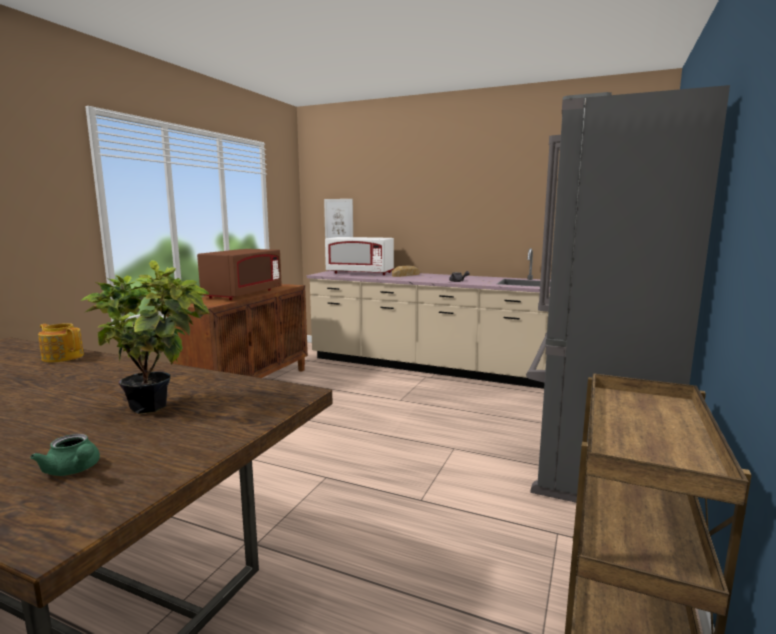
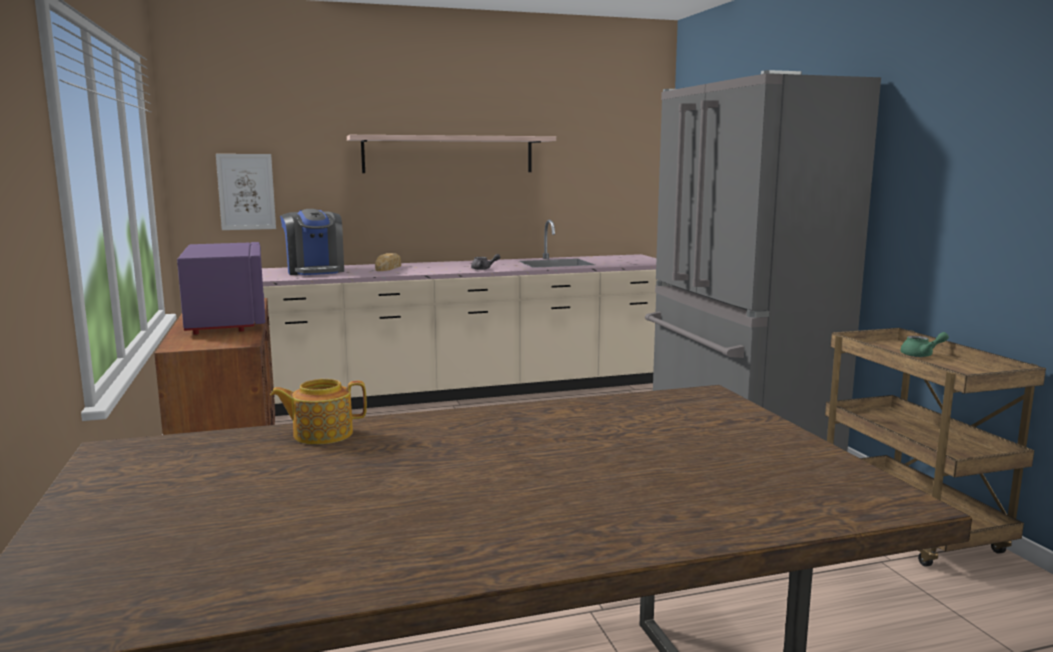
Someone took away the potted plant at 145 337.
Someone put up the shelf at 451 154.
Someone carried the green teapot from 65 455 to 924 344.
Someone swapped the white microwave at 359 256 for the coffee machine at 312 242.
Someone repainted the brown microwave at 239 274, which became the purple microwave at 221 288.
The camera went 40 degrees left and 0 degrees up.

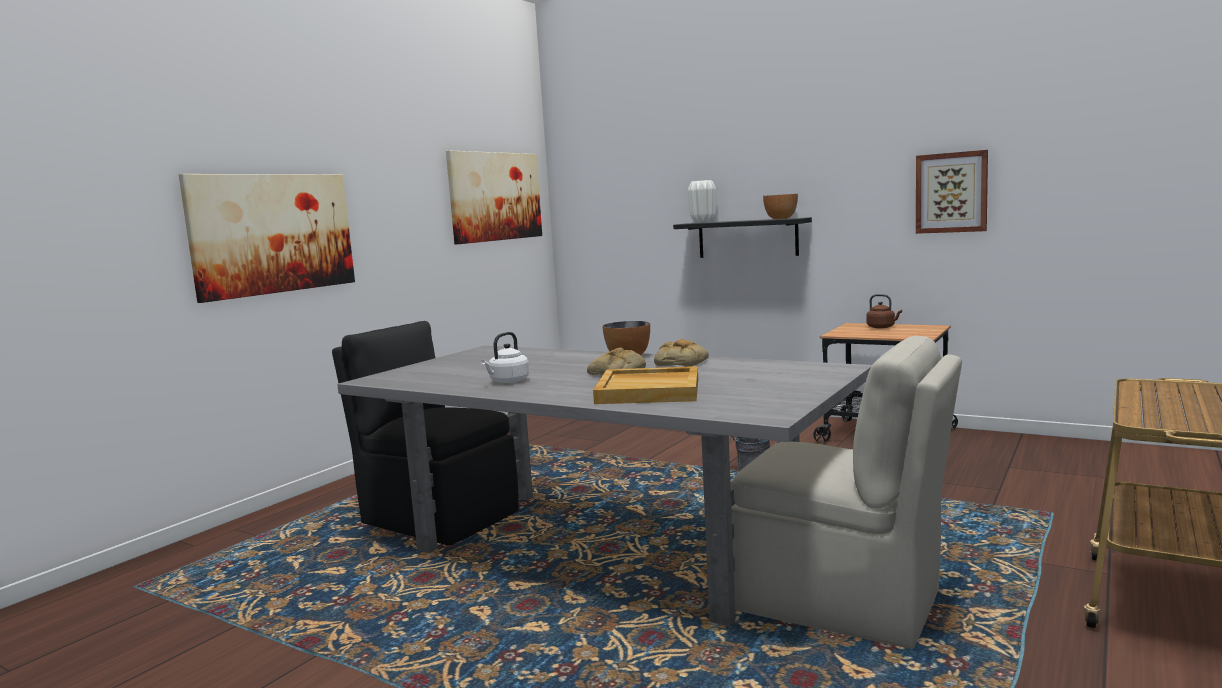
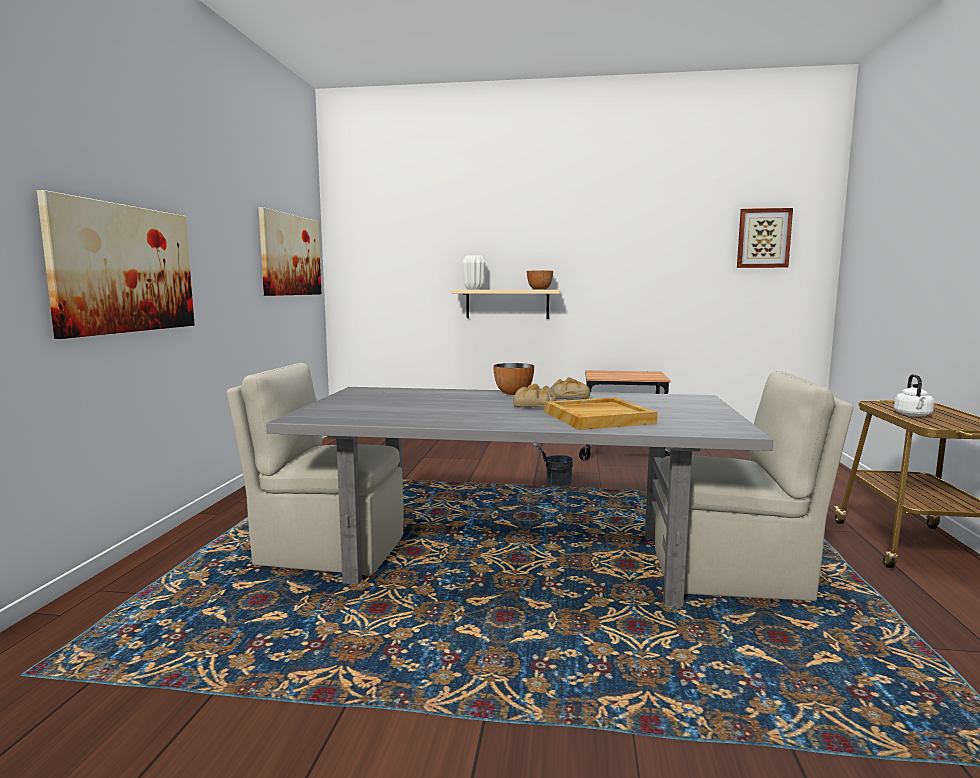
Someone took away the brown kettle at 884 311.
Someone carried the white kettle from 505 357 to 914 395.
Someone carried the picture from 952 192 to 765 238.
Someone repainted the black chair at 425 433, which became the beige chair at 315 469.
Someone repainted the black shelf at 742 237, which became the beige shelf at 505 304.
The camera went 25 degrees left and 0 degrees up.

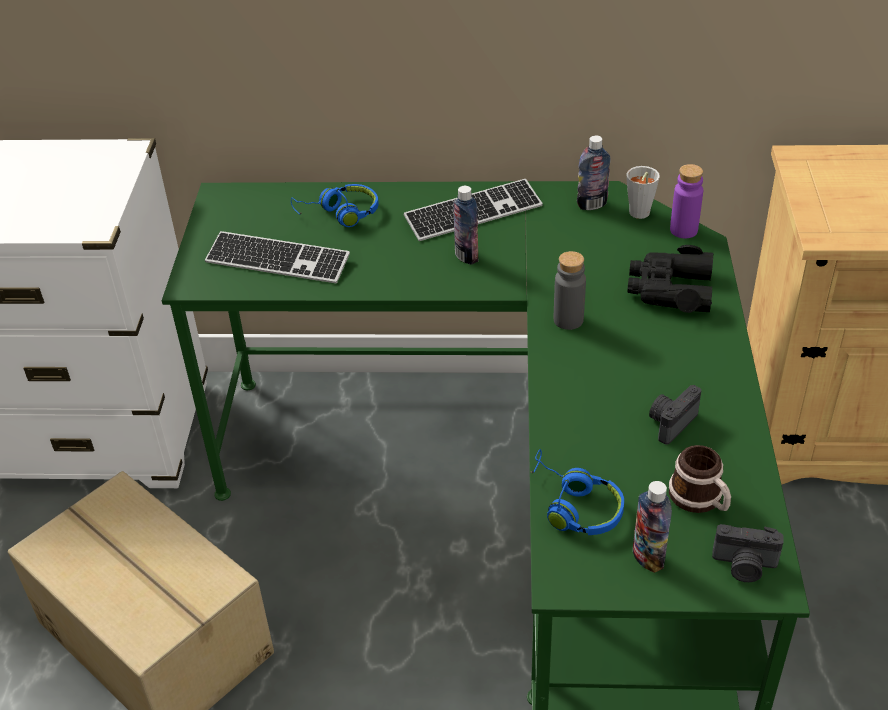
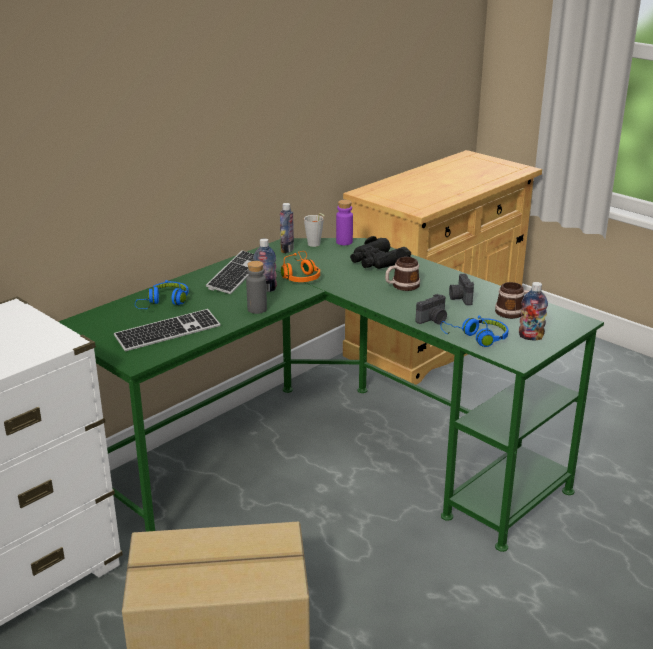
Someone put down the orange headphones at 300 266.
Someone put down the mug at 402 274.
Someone carried the grey bottle from 570 290 to 256 287.
Someone carried the photo camera from 748 553 to 431 309.
The camera went 50 degrees left and 15 degrees down.

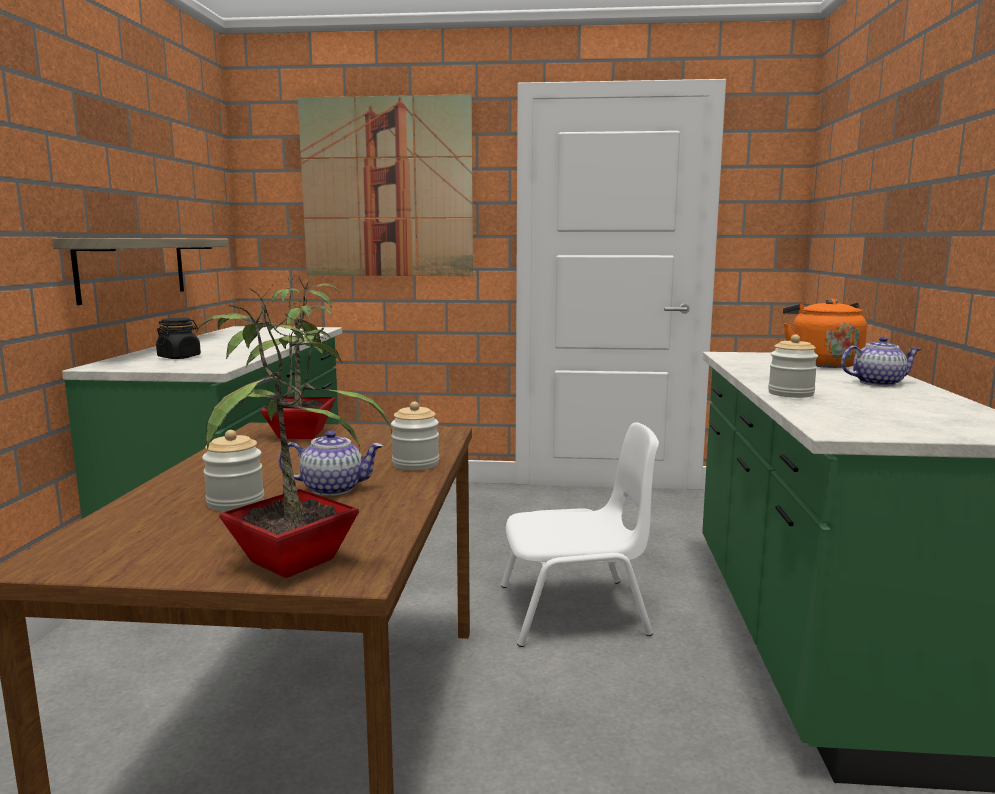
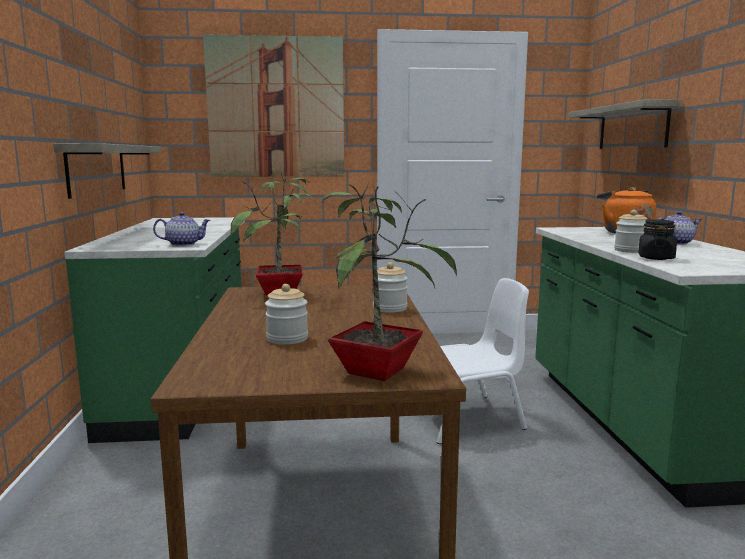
Someone put up the shelf at 625 124.
Someone carried the black jar from 178 338 to 657 240.
Someone carried the teapot from 331 463 to 181 229.
The camera went 10 degrees left and 0 degrees up.

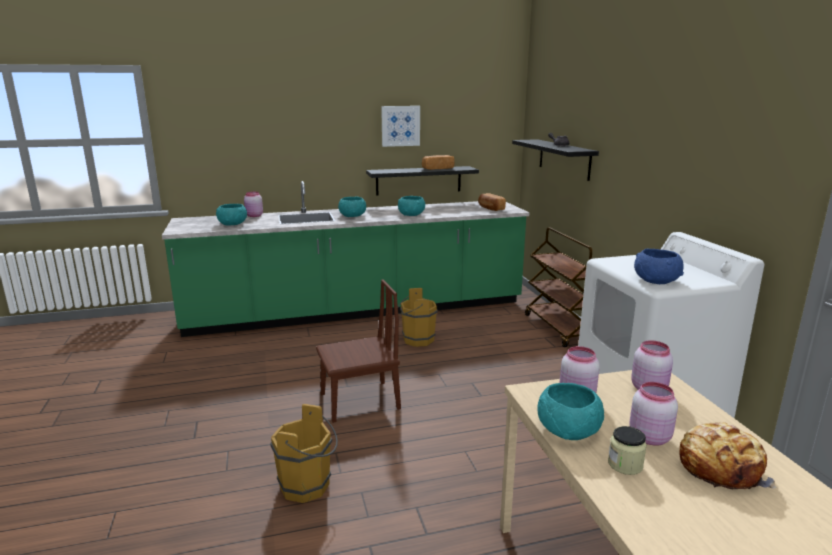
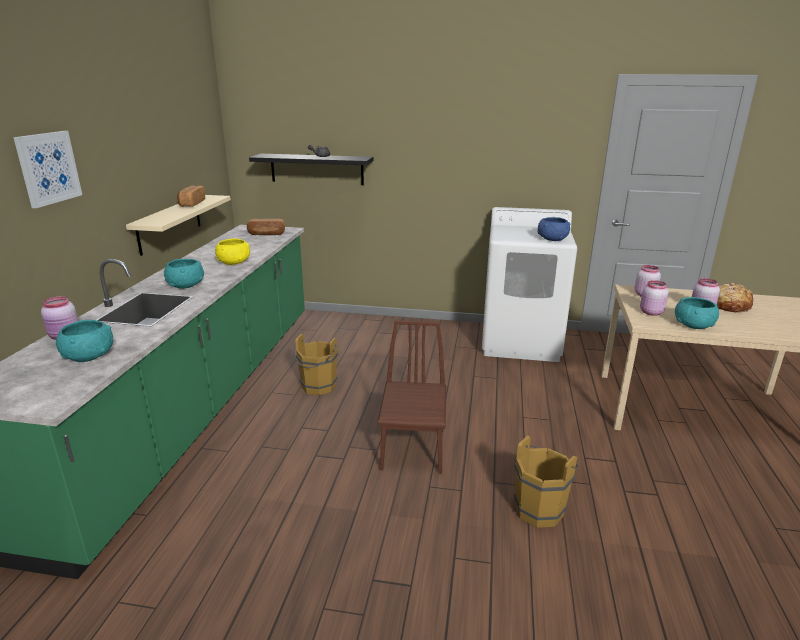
Someone took away the brown cart at 558 287.
Someone took away the jar at 627 450.
Someone carried the picture from 400 126 to 47 169.
Someone repainted the black shelf at 422 180, which became the beige shelf at 178 225.
Someone repainted the turquoise bowl at 411 206, which became the yellow bowl at 232 251.
The camera went 65 degrees left and 5 degrees up.

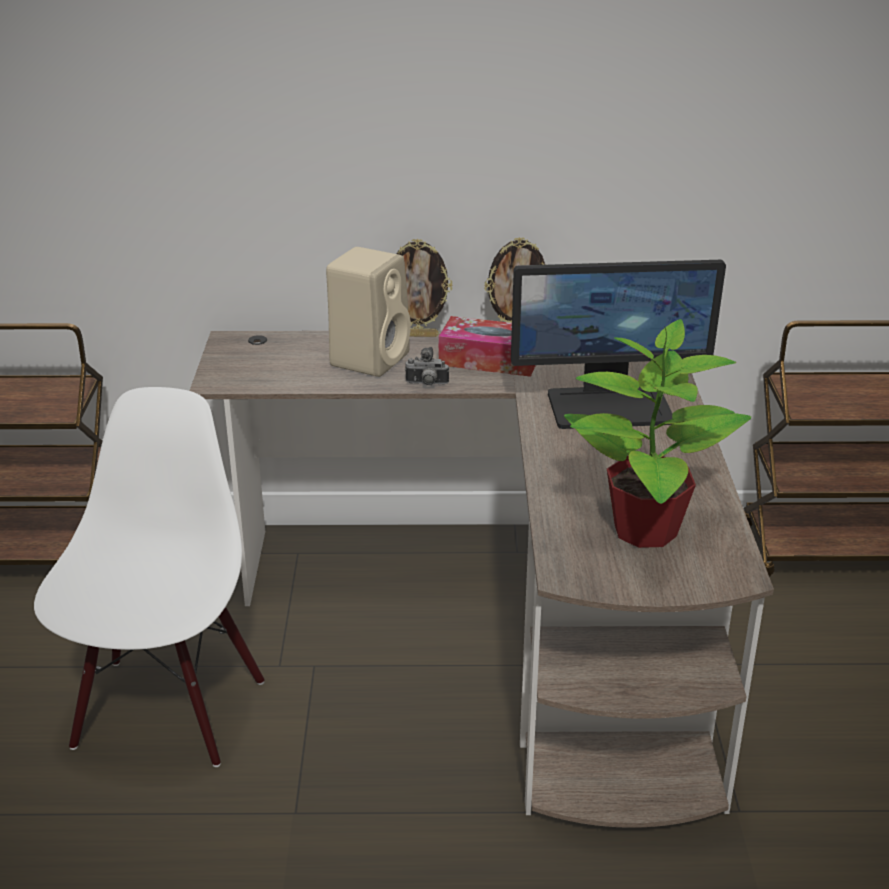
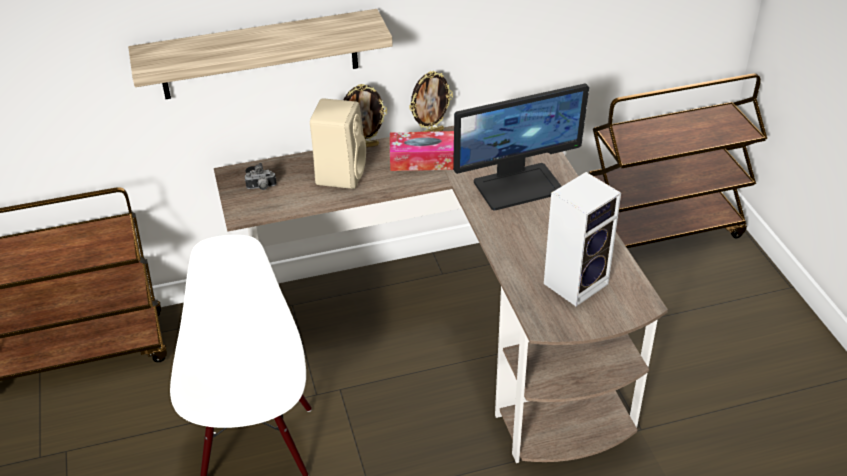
Someone put up the shelf at 260 54.
Someone carried the photo camera from 427 366 to 261 176.
Someone swapped the potted plant at 657 433 for the speaker at 582 239.
The camera went 15 degrees left and 10 degrees up.

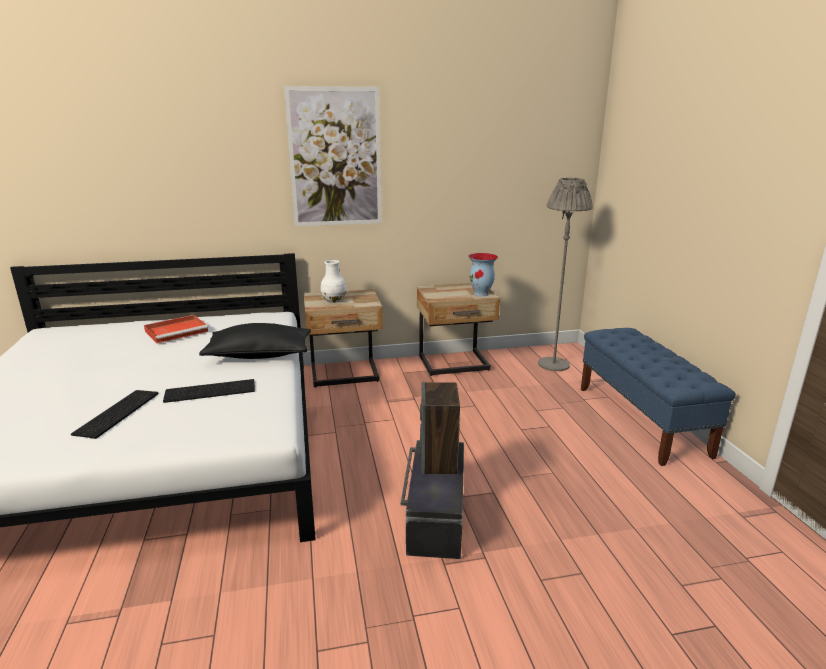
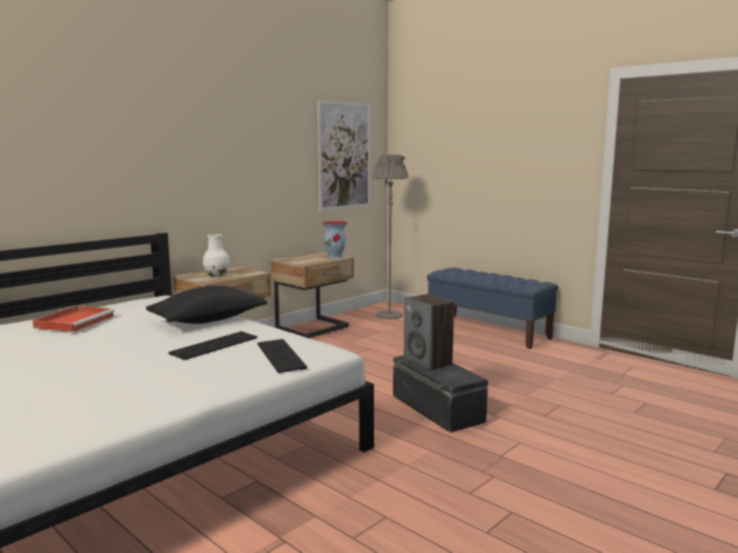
Someone carried the keyboard from 114 414 to 282 356.
Someone carried the picture from 333 156 to 344 155.
The camera went 35 degrees left and 10 degrees down.

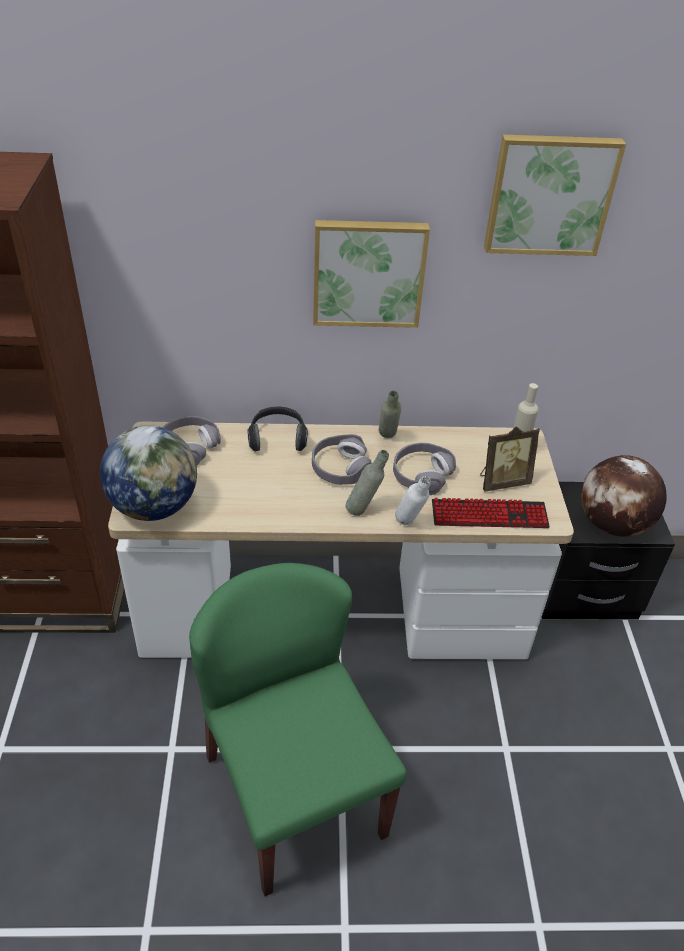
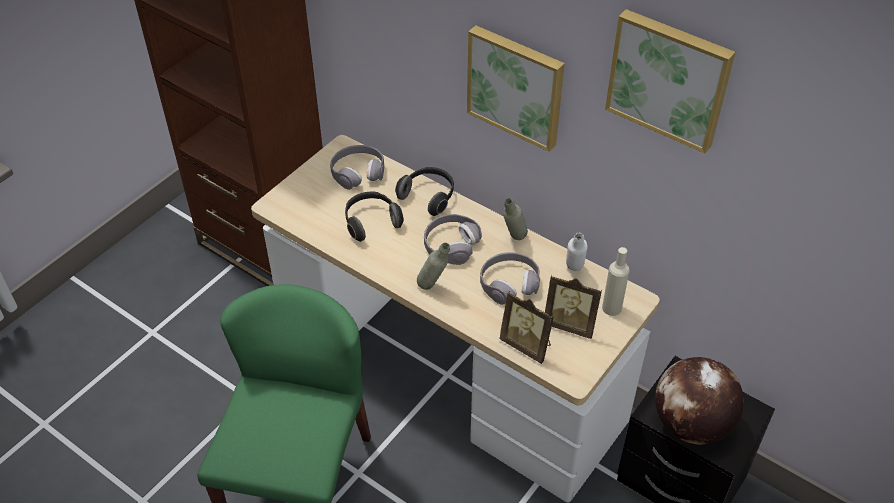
Someone took away the globe at 148 473.
Someone put down the headphones at 374 217.
Someone carried the white bottle from 413 500 to 577 252.
Someone swapped the keyboard at 491 513 for the picture frame at 526 327.
The camera went 40 degrees right and 5 degrees up.

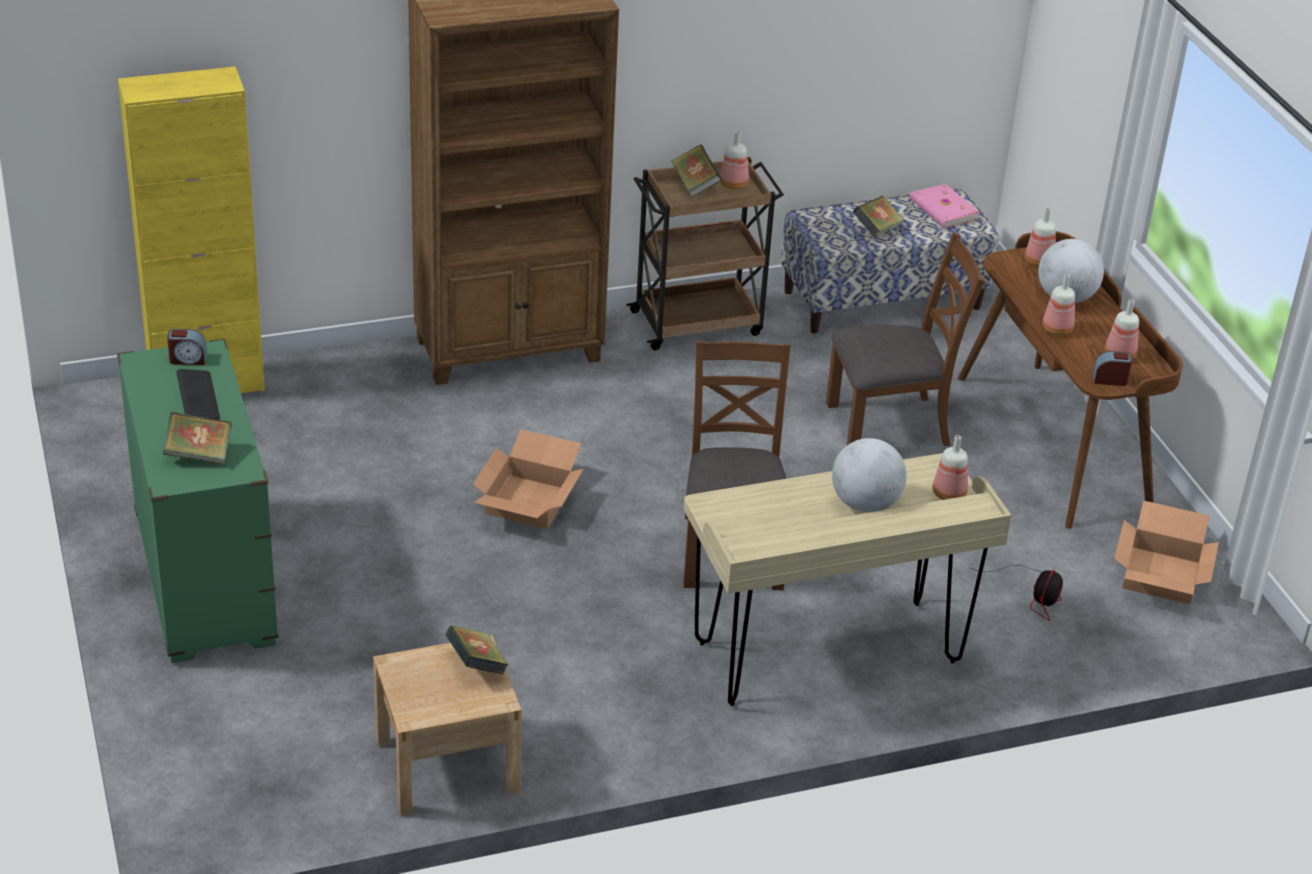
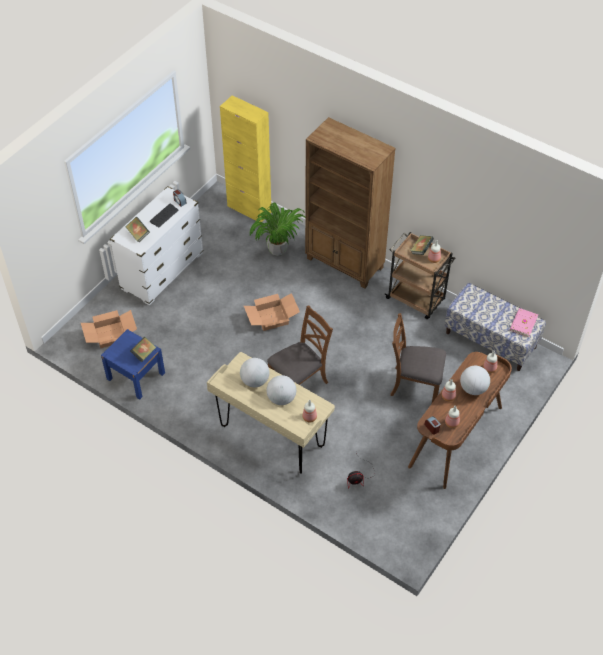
Someone took away the book at 878 216.
Someone put down the globe at 254 372.
Someone put down the potted plant at 277 229.
Someone carried the cardboard box from 1166 552 to 109 329.
Someone repainted the green dresser at 198 501, which became the white dresser at 157 246.
Someone repainted the beige nightstand at 447 725, which became the blue nightstand at 133 364.
Someone rotated the brown chair at 905 339 by 150 degrees clockwise.
The camera went 55 degrees right and 15 degrees up.

